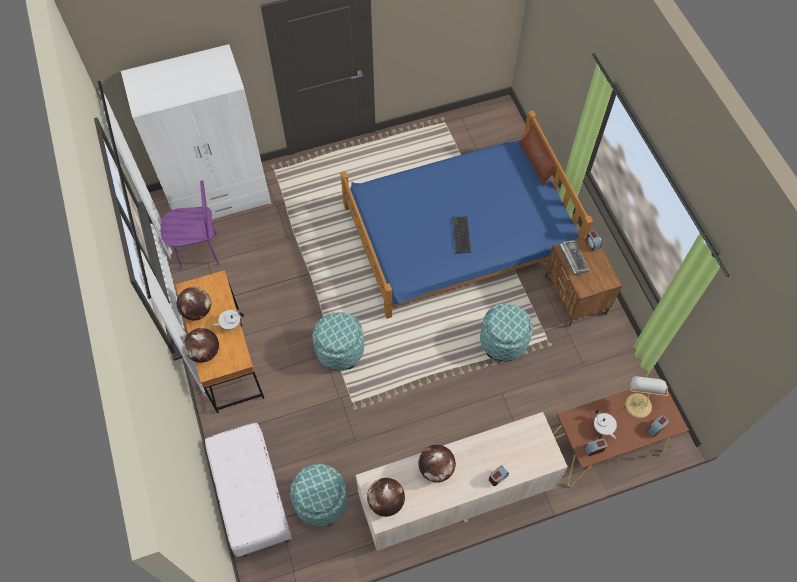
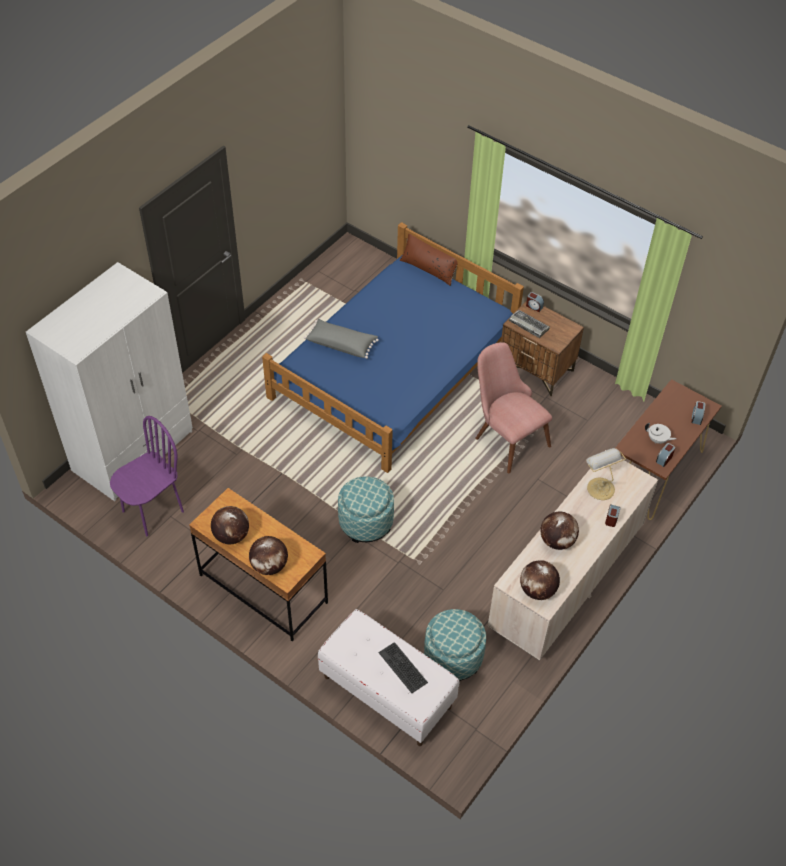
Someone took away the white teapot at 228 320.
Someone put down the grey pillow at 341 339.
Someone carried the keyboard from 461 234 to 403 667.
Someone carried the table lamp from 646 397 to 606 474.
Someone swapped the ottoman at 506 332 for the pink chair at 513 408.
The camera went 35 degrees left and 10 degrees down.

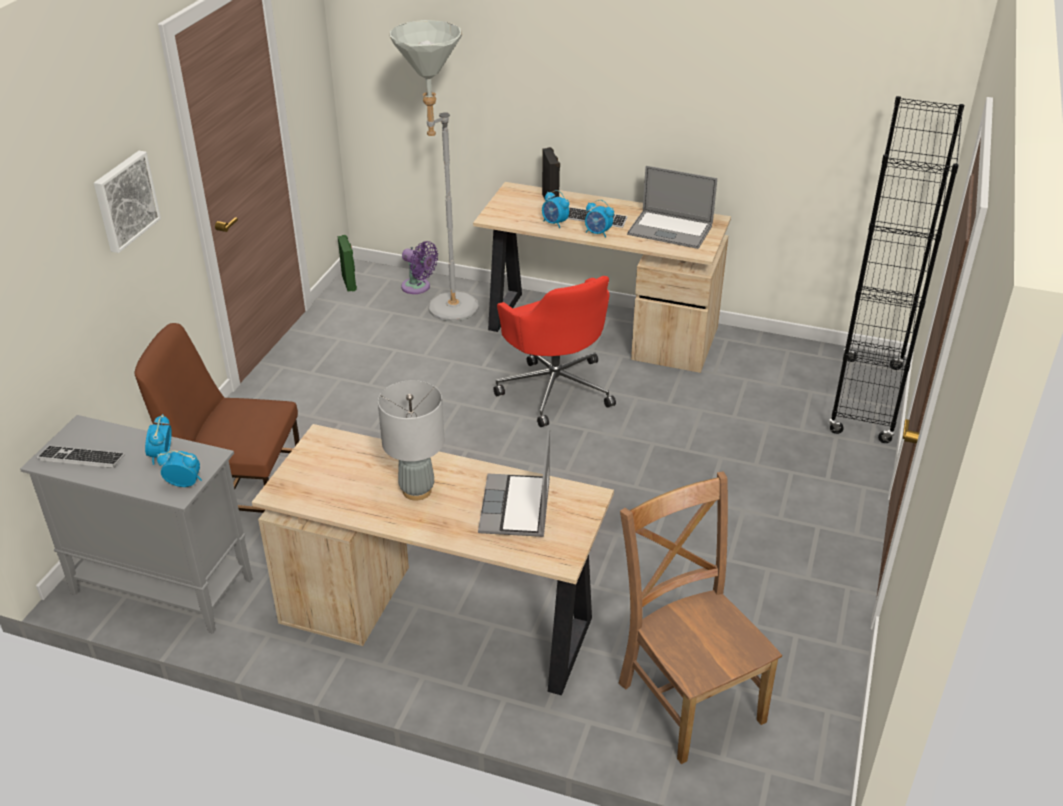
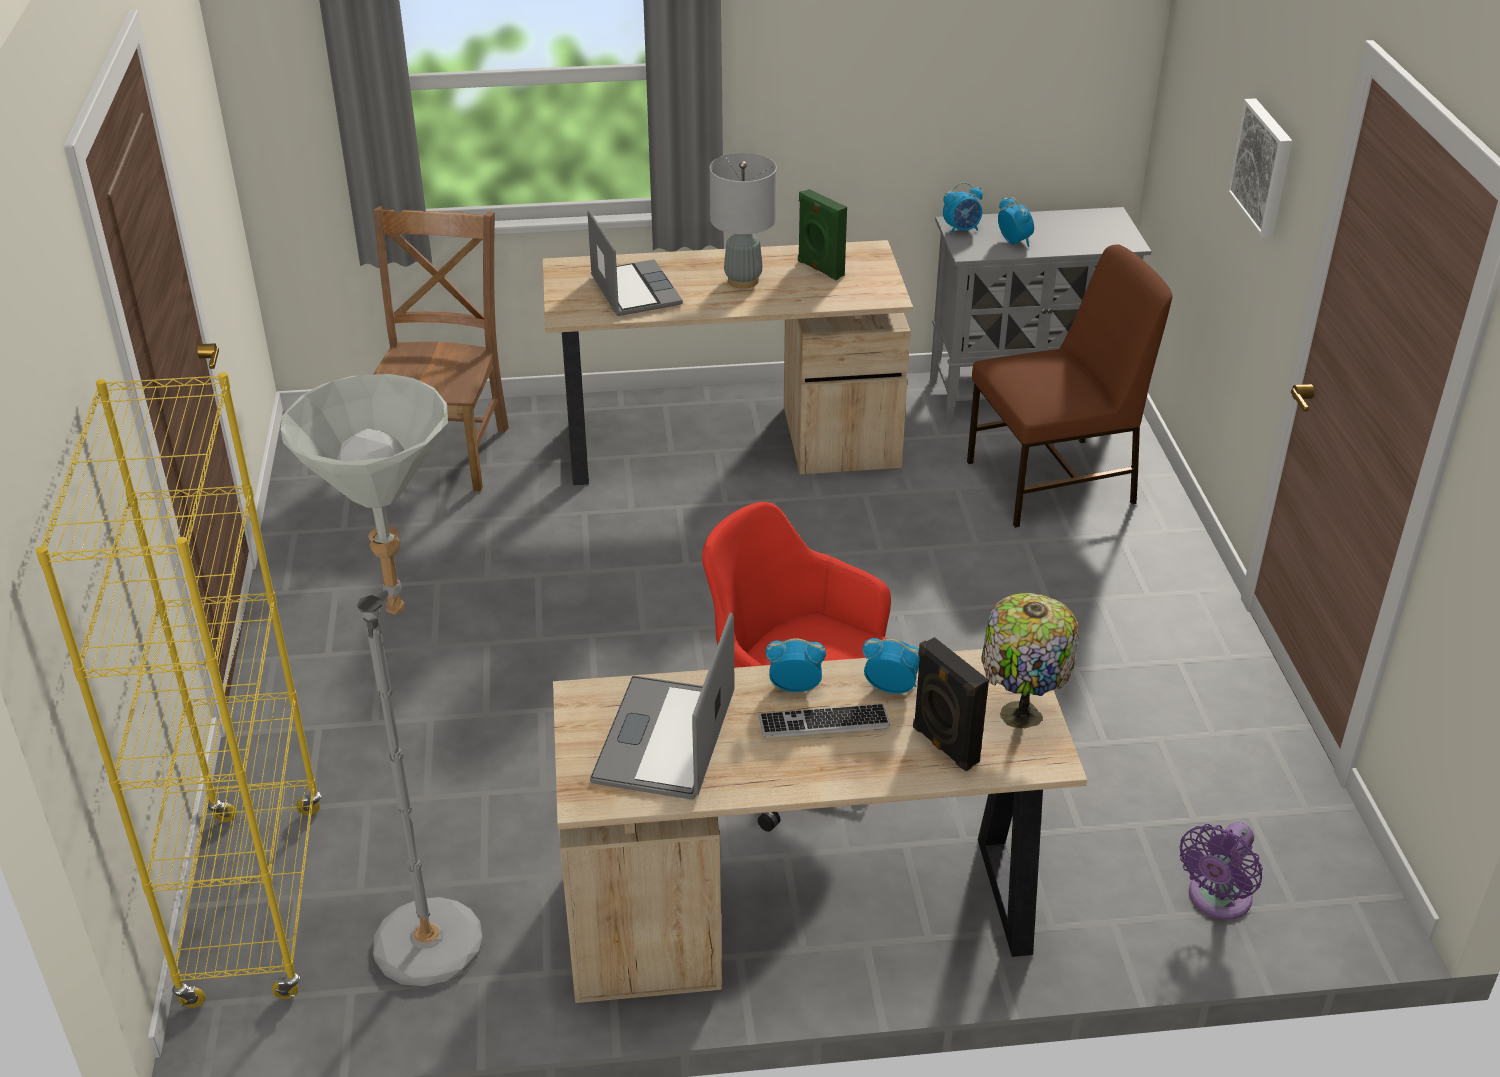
Someone took away the keyboard at 81 457.
Someone put down the table lamp at 1030 661.
Someone carried the green speaker from 347 263 to 822 234.
Someone carried the grey floor lamp from 434 171 to 382 680.
Someone repainted the black bookcase at 896 269, which became the yellow bookcase at 179 689.
Someone rotated the purple fan at 419 267 by 60 degrees counterclockwise.
Someone rotated the brown chair at 700 617 by 120 degrees counterclockwise.
Someone rotated the laptop at 672 207 by 75 degrees counterclockwise.
The camera went 155 degrees right and 0 degrees up.

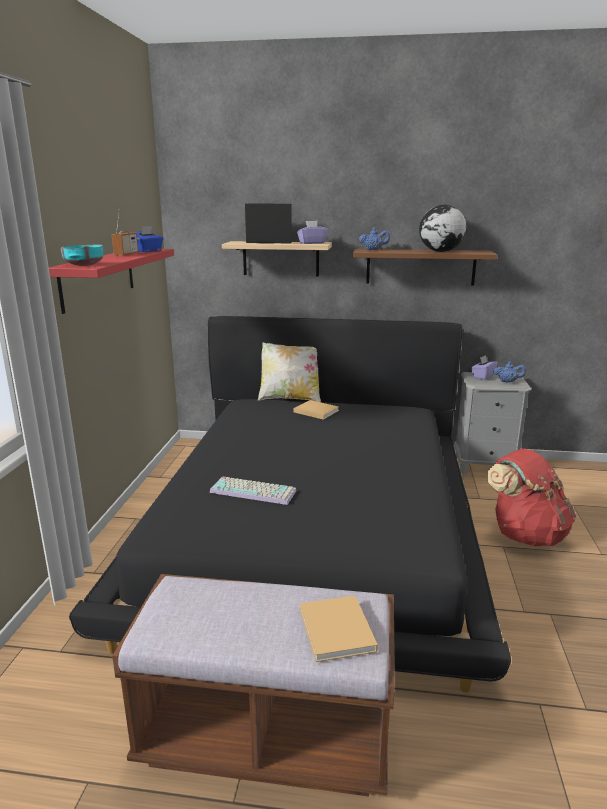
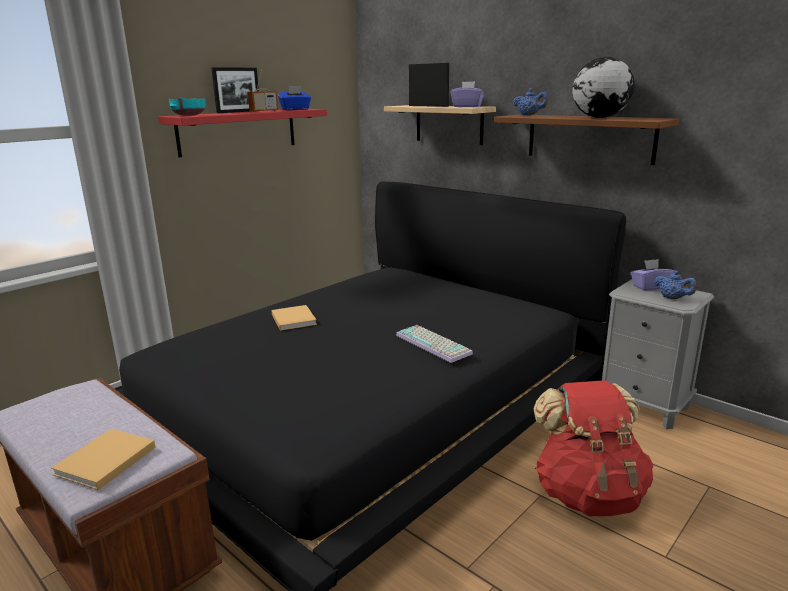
Someone took away the pillow at 289 372.
Someone put down the picture frame at 235 90.
Someone carried the keyboard from 253 491 to 434 344.
Someone carried the beige book from 316 410 to 294 318.
The camera went 35 degrees right and 0 degrees up.

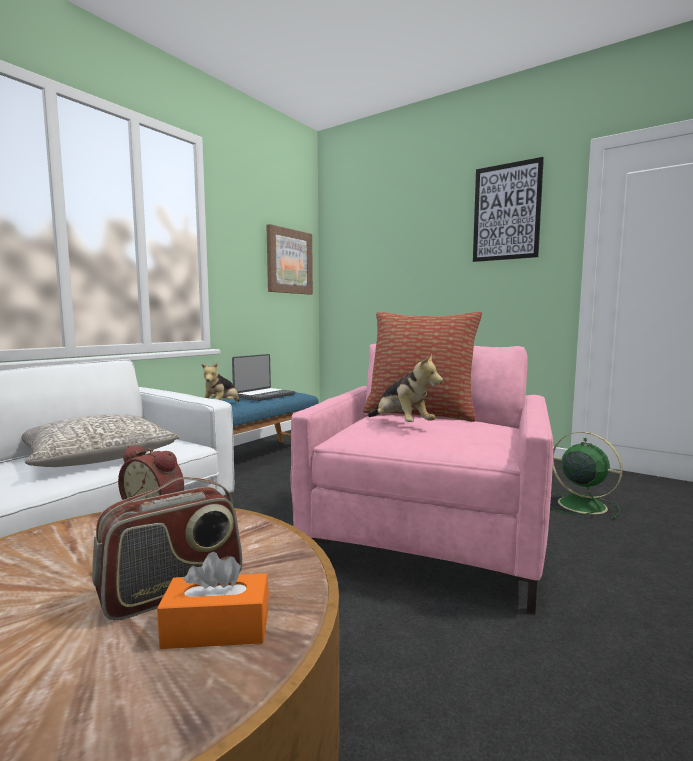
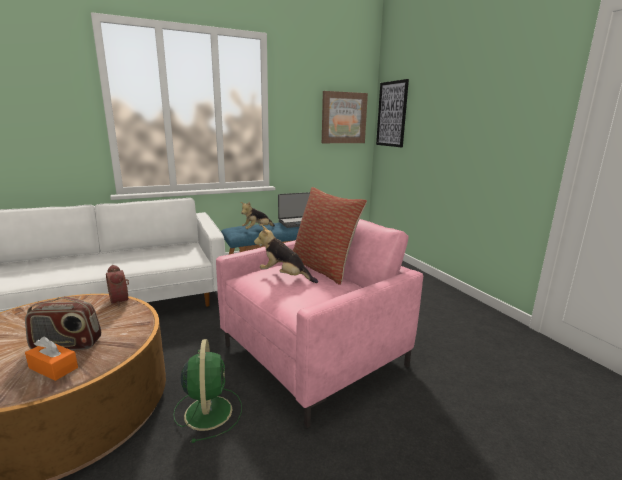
Someone took away the grey pillow at 100 440.
Someone carried the picture from 508 209 to 392 113.
Someone carried the green fan from 586 475 to 207 391.
Someone rotated the plush toy at 405 388 by 120 degrees clockwise.
The camera went 30 degrees right and 10 degrees up.

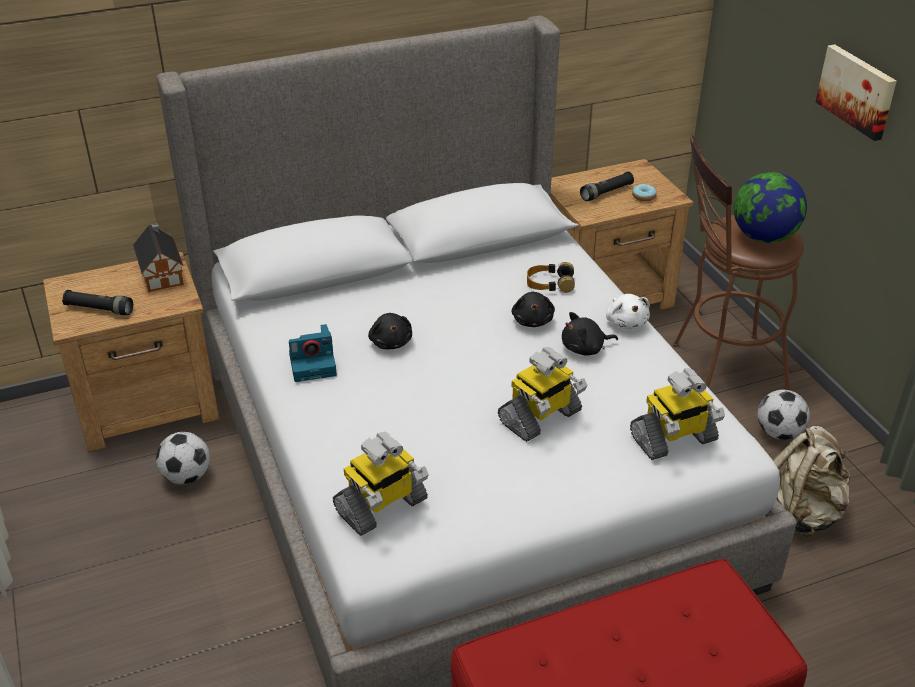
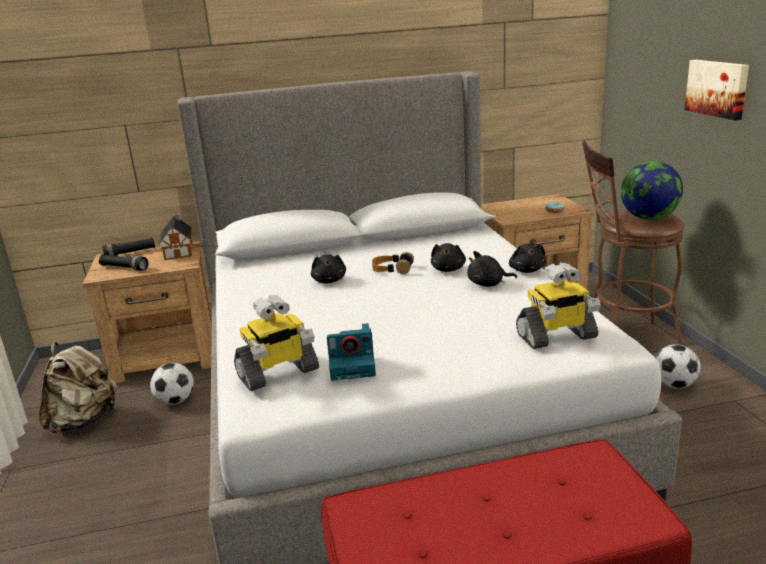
Someone took away the toy robot at 542 394.
Someone carried the photo camera from 313 353 to 351 352.
Someone carried the headphones from 551 277 to 393 263.
Someone carried the black flashlight from 607 186 to 128 246.
Someone carried the beige backpack from 812 481 to 78 387.
Someone repainted the white plush toy at 628 311, which became the black plush toy at 527 258.
The camera went 10 degrees right and 15 degrees down.

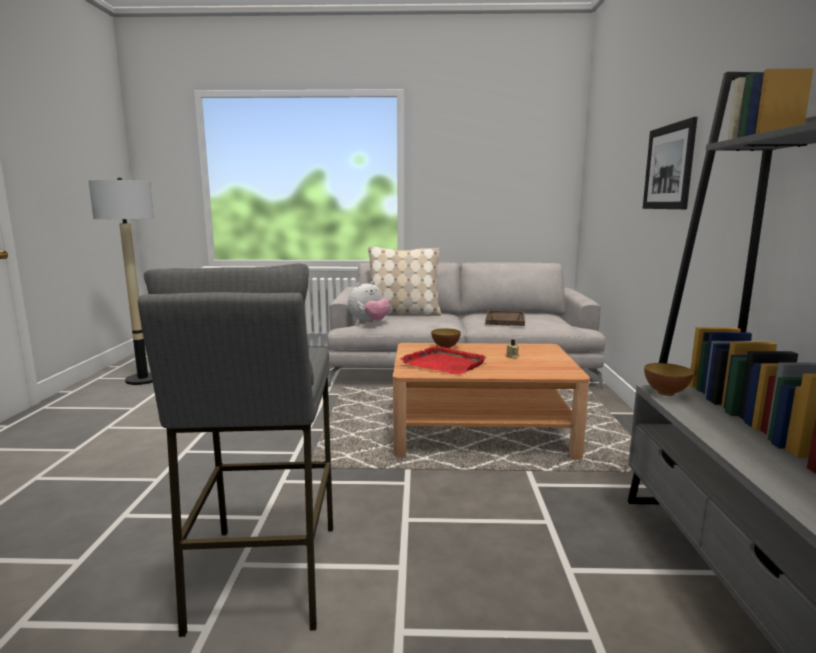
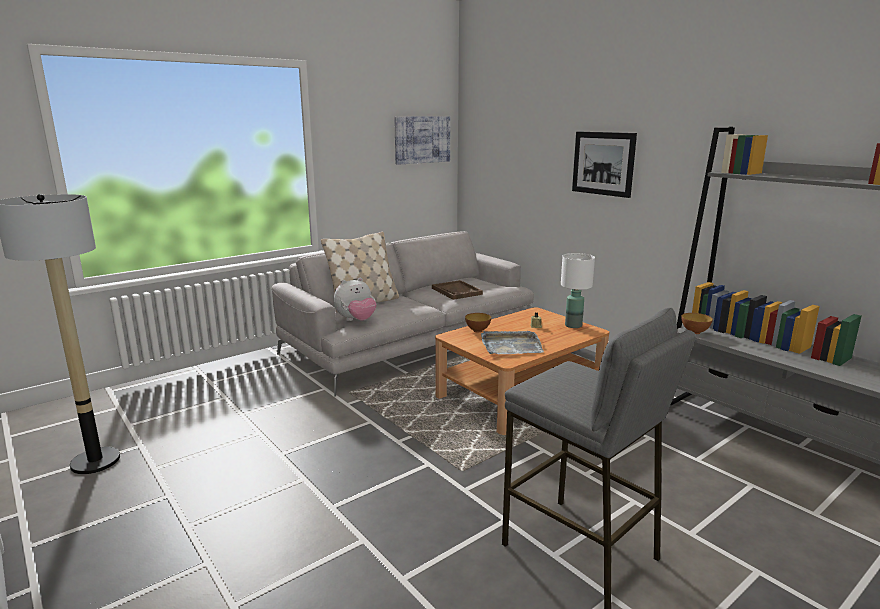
Someone put up the picture at 422 140.
Someone put down the white table lamp at 578 290.
Someone repainted the red tray at 443 360, which became the grey tray at 512 342.
Someone rotated the plush toy at 369 302 by 45 degrees clockwise.
The camera went 40 degrees left and 5 degrees up.

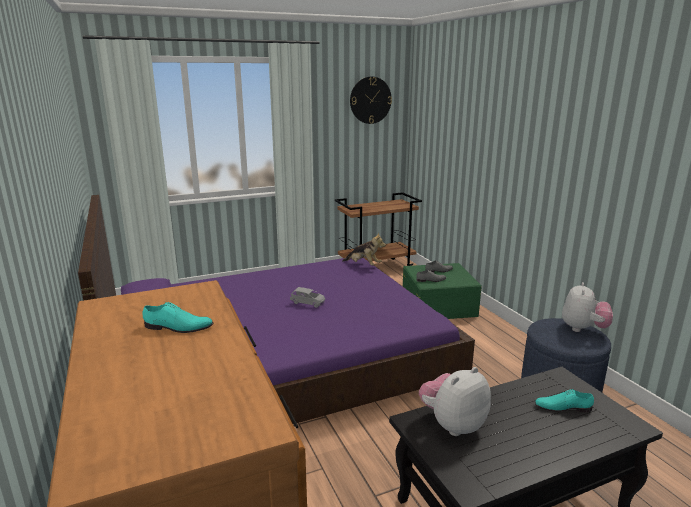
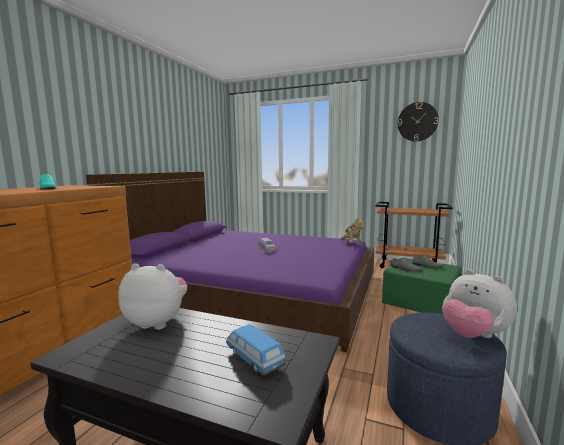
Someone swapped the turquoise shoe at 564 401 for the toy car at 256 349.
Someone rotated the plush toy at 587 307 by 75 degrees clockwise.
The camera went 45 degrees right and 10 degrees down.

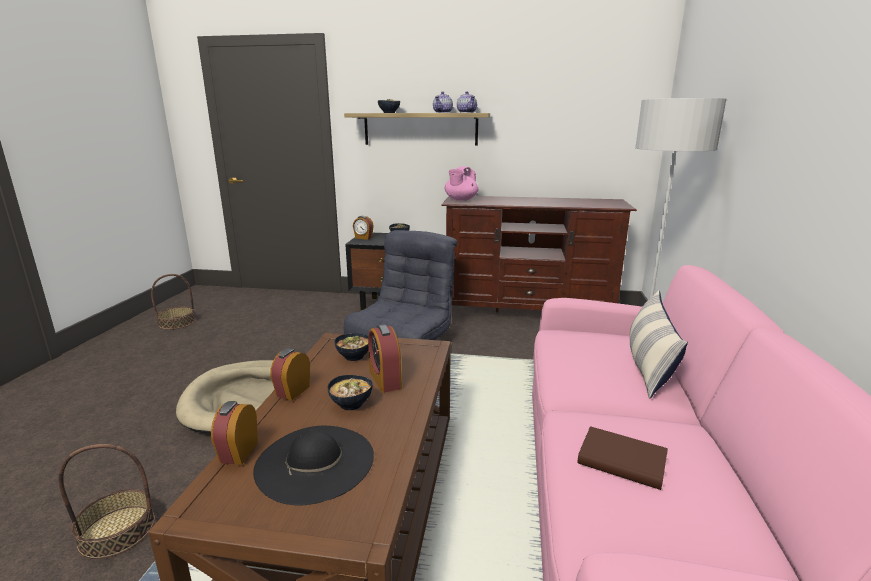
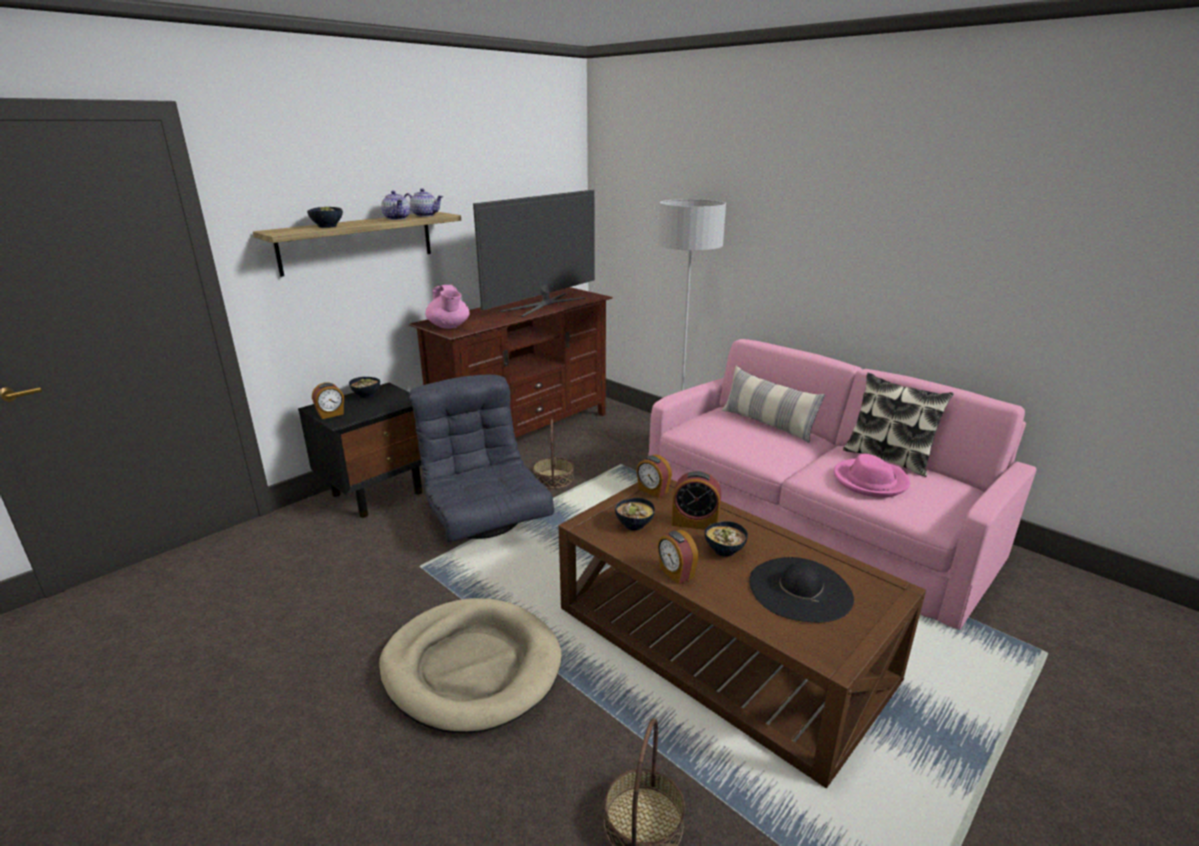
Someone put down the television at 534 253.
Someone put down the pillow at 898 425.
Someone carried the basket from 173 302 to 553 454.
Someone carried the alarm clock from 234 433 to 654 476.
Someone swapped the brown book at 623 458 for the pink hat at 872 475.
The camera went 55 degrees left and 5 degrees up.

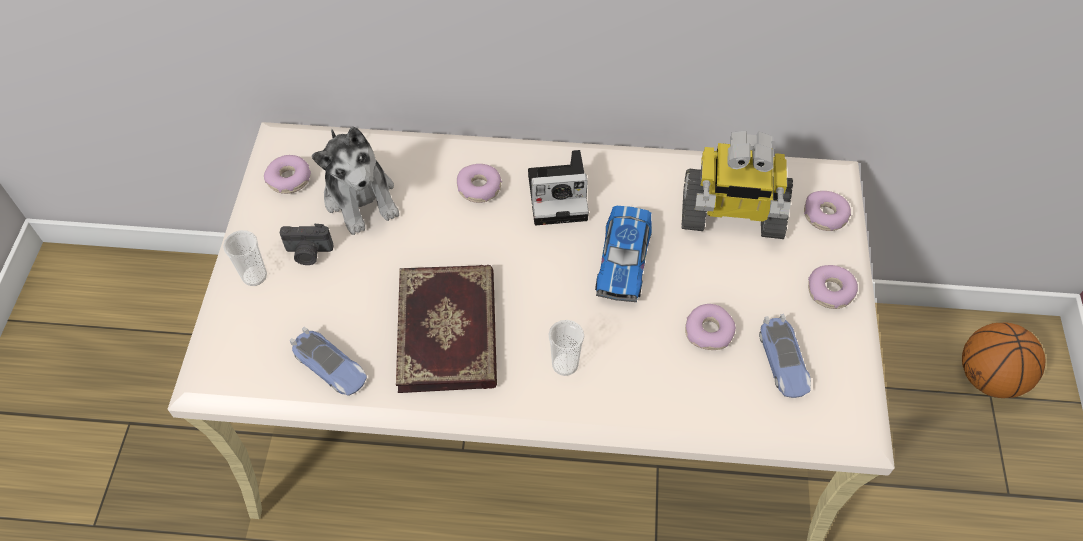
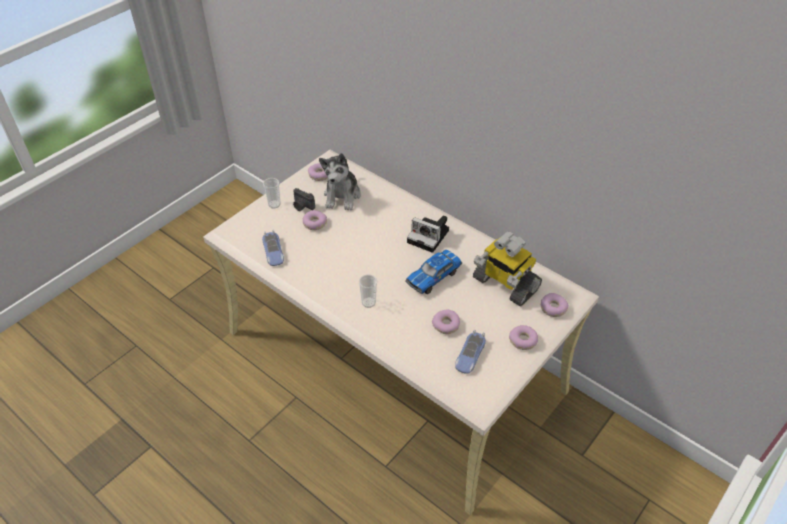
Someone took away the book at 446 329.
Someone took away the basketball at 1003 360.
Someone carried the donut from 479 183 to 315 220.
The camera went 35 degrees right and 10 degrees down.

